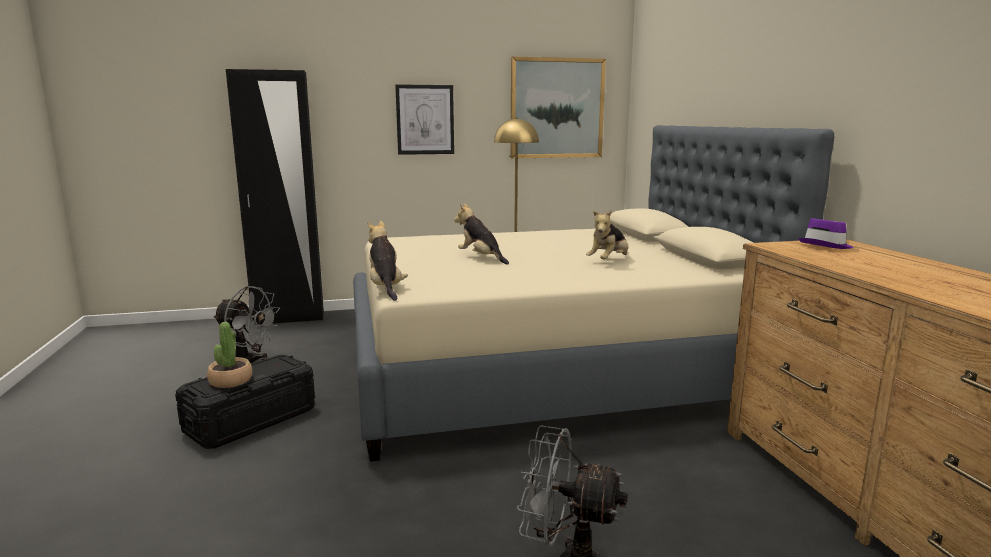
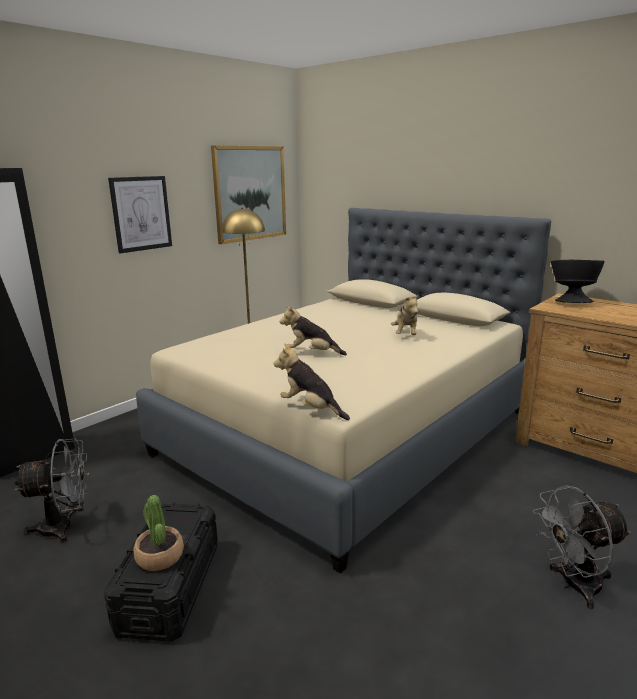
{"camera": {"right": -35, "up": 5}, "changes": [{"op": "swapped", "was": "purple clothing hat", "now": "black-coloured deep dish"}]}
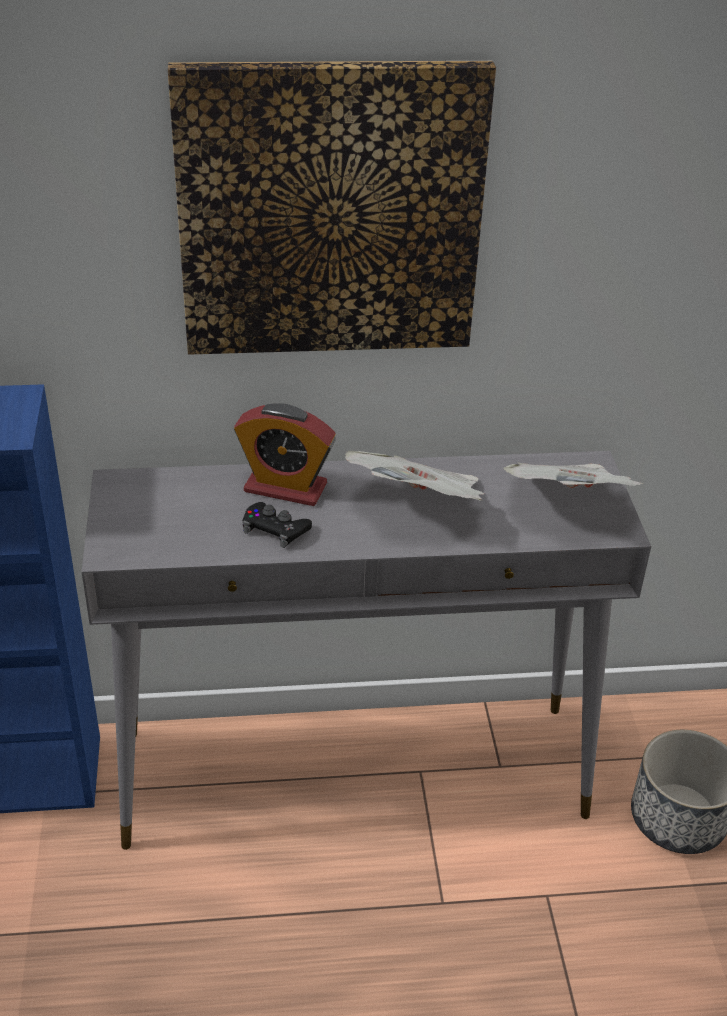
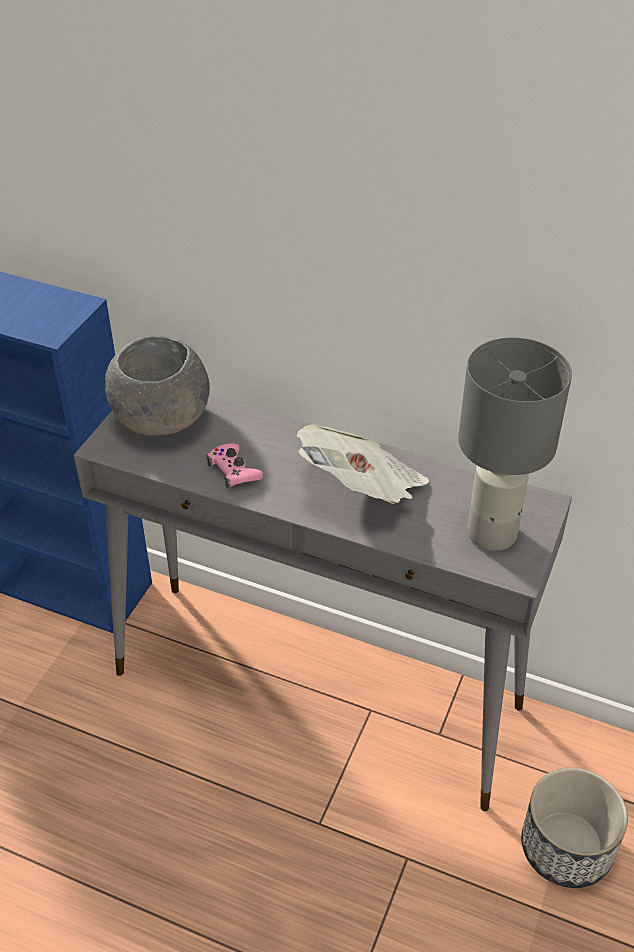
{"camera": {"right": 30, "up": 5}, "changes": [{"op": "new", "now": "grey deep dish"}, {"op": "repainted", "was": "black-coloured game controller", "now": "pink-coloured game controller"}, {"op": "swapped", "was": "printed paper (no. 2 from left)", "now": "grey table lamp"}, {"op": "gone", "was": "picture"}, {"op": "gone", "was": "alarm clock"}]}
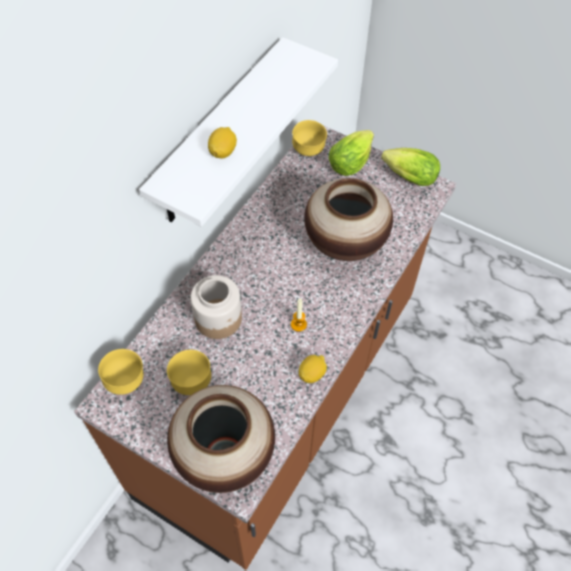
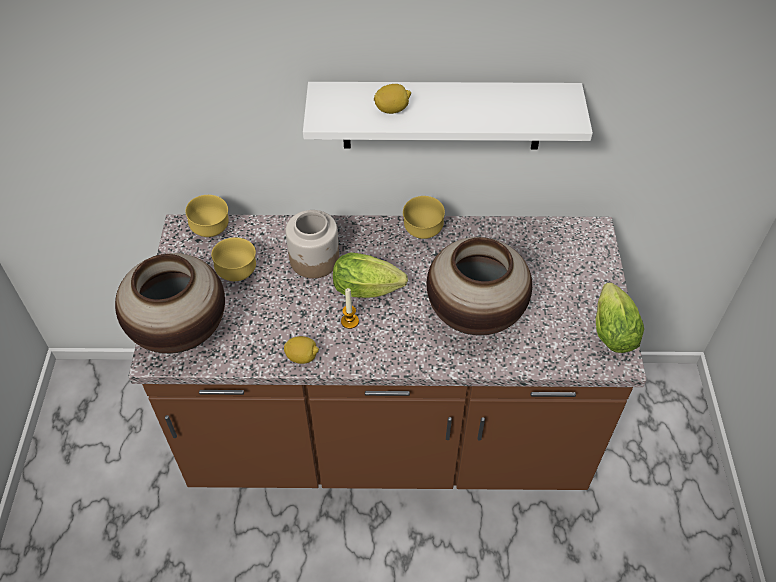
{"camera": {"right": 60, "up": -5}, "changes": [{"op": "shifted", "was": "lettuce (no. 1 from left)"}, {"op": "shifted", "was": "yellow-coloured deep dish (no. 3 from left)"}]}
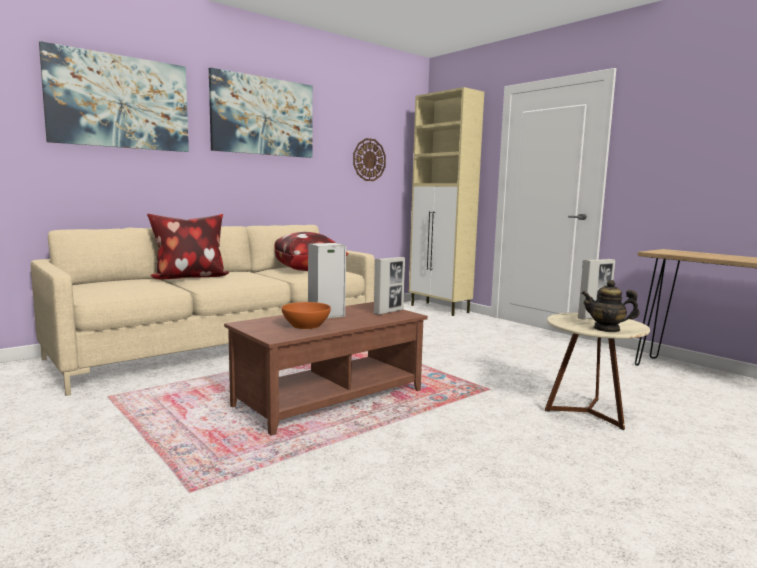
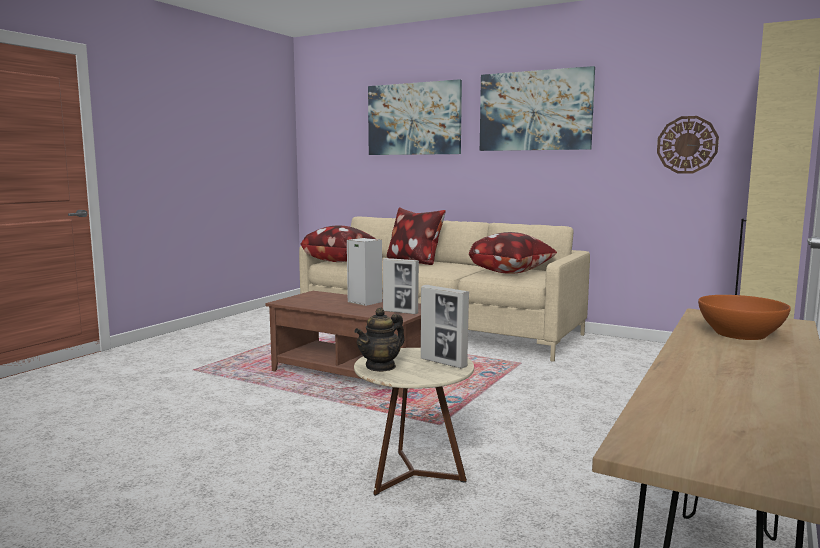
{"camera": {"right": 70, "up": 0}, "changes": [{"op": "new", "now": "cushion (no. 1 from left)"}, {"op": "rotated", "was": "pot for tea", "clockwise": -135}, {"op": "shifted", "was": "orangey deep dish"}]}
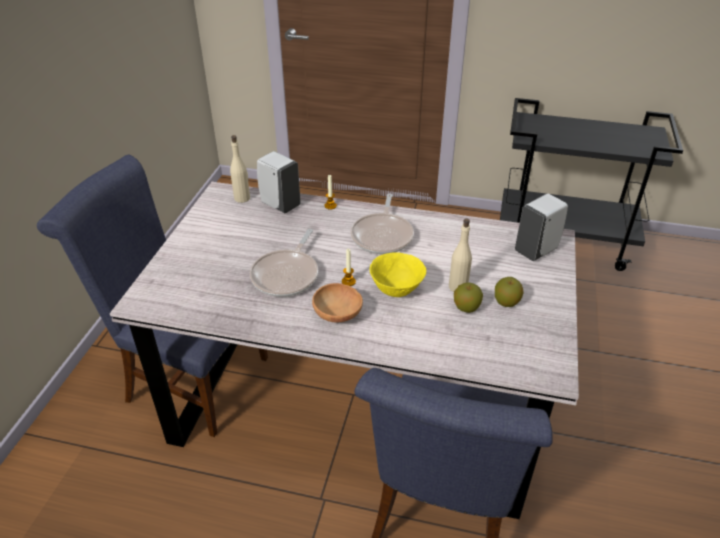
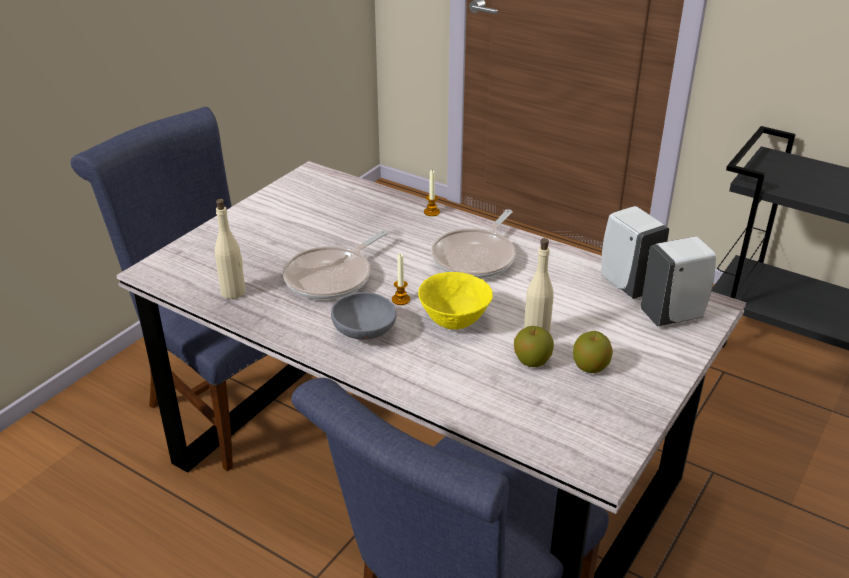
{"camera": {"right": 20, "up": -5}, "changes": [{"op": "shifted", "was": "beige drink bottle (no. 1 from left)"}, {"op": "repainted", "was": "brown-coloured deep dish", "now": "grey deep dish"}, {"op": "shifted", "was": "white soap bottle (no. 1 from left)"}]}
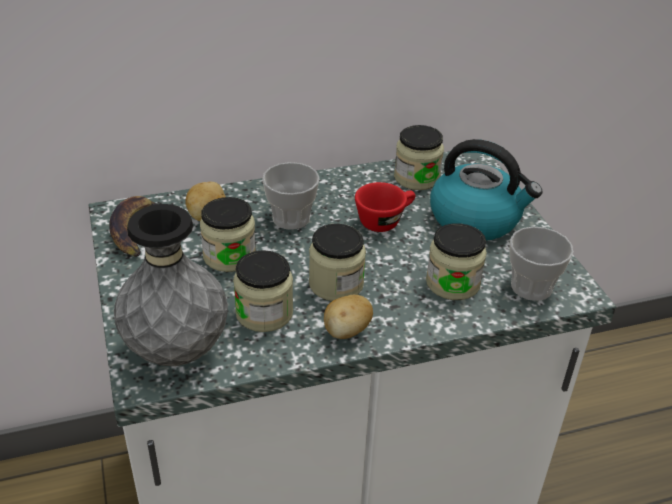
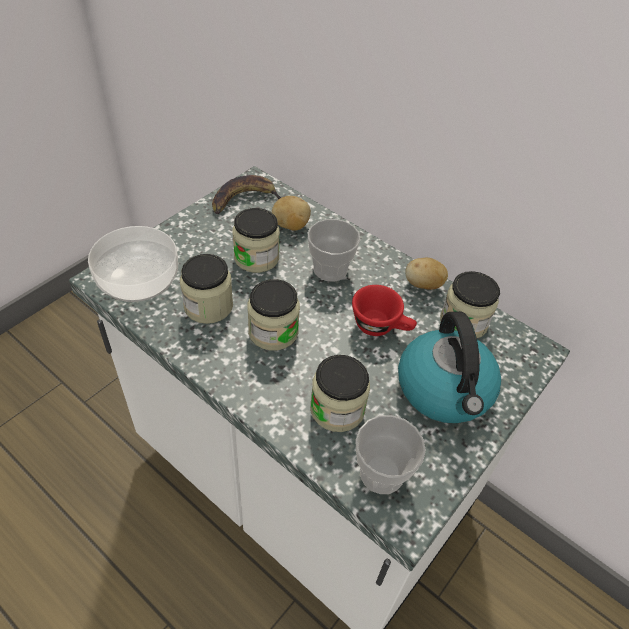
{"camera": {"right": 55, "up": 10}, "changes": [{"op": "swapped", "was": "grey decorative vase", "now": "deep dish"}, {"op": "shifted", "was": "spud (no. 2 from left)"}]}
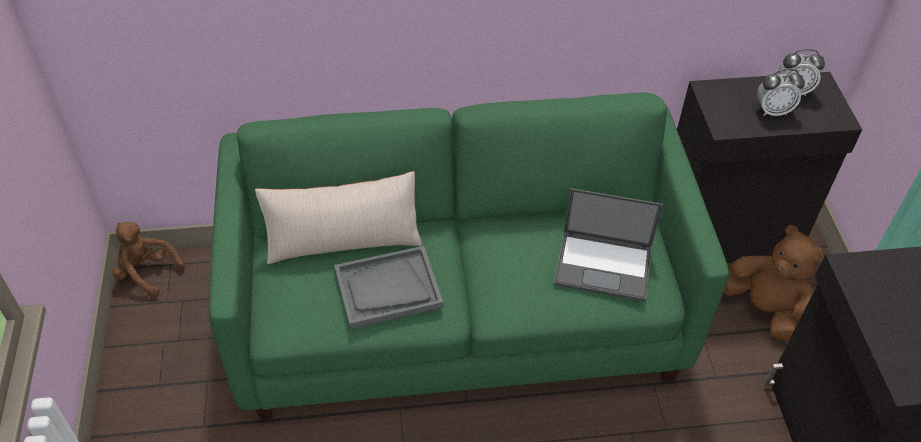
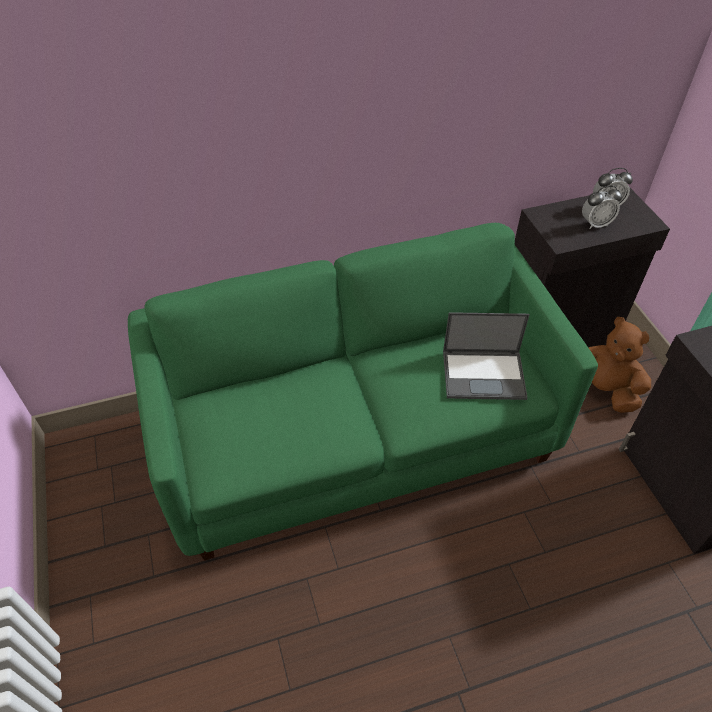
{"camera": {"right": -10, "up": 0}, "changes": [{"op": "gone", "was": "brown-coloured soft toy (no. 1 from left)"}, {"op": "gone", "was": "beige cushion"}, {"op": "gone", "was": "grey carrying tray"}]}
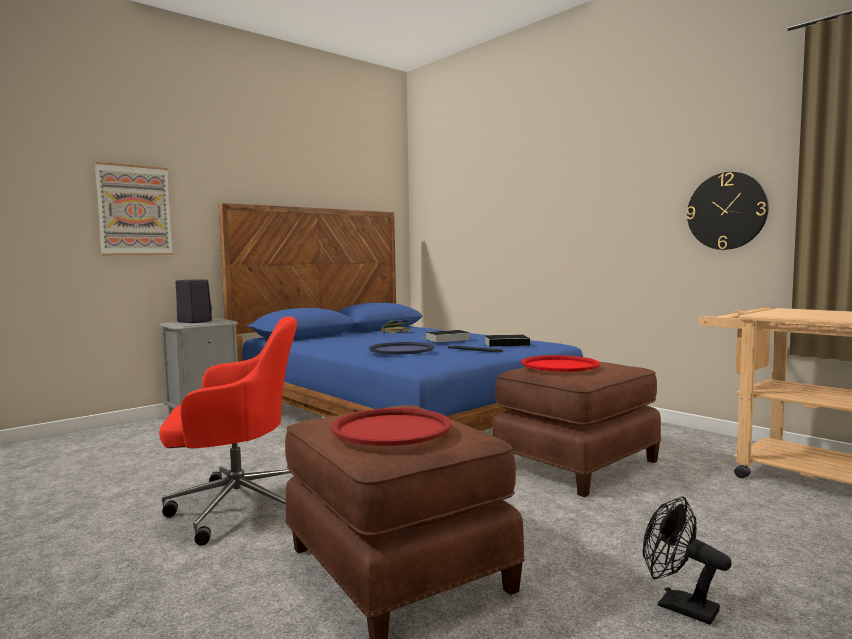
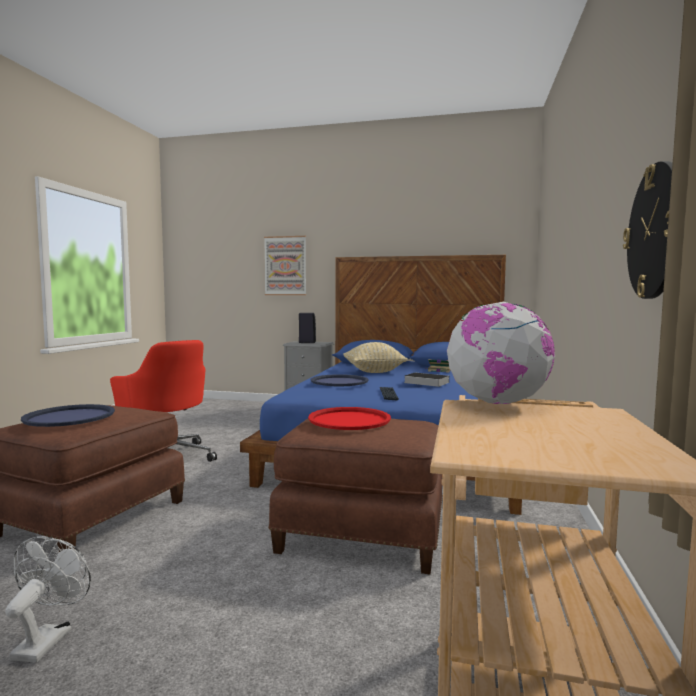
{"camera": {"right": 55, "up": 0}, "changes": [{"op": "repainted", "was": "black-coloured cooling fan", "now": "white cooling fan"}, {"op": "repainted", "was": "reddish carrying tray (no. 1 from left)", "now": "blue-coloured carrying tray (no. 1 from left)"}, {"op": "new", "now": "beige cushion"}, {"op": "new", "now": "globe"}, {"op": "gone", "was": "bound book (no. 3 from left)"}]}
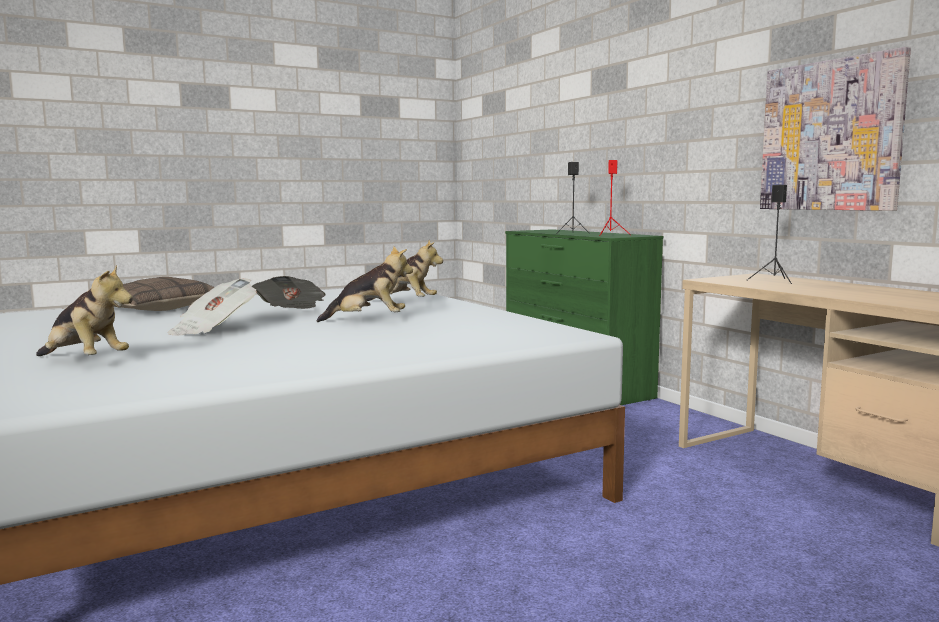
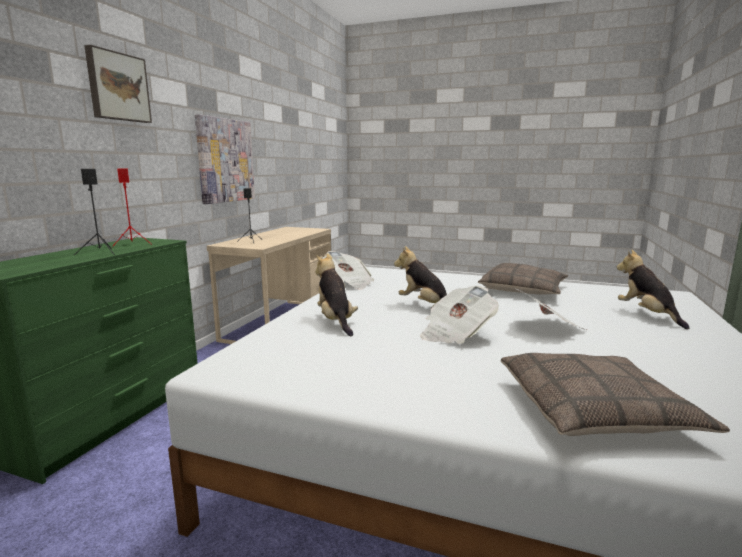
{"camera": {"right": -130, "up": 5}, "changes": [{"op": "new", "now": "picture (no. 1 from left)"}, {"op": "new", "now": "printed paper (no. 1 from left)"}, {"op": "new", "now": "cushion (no. 1 from left)"}]}
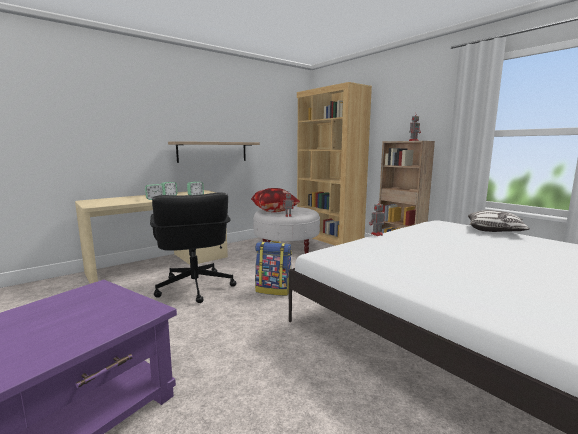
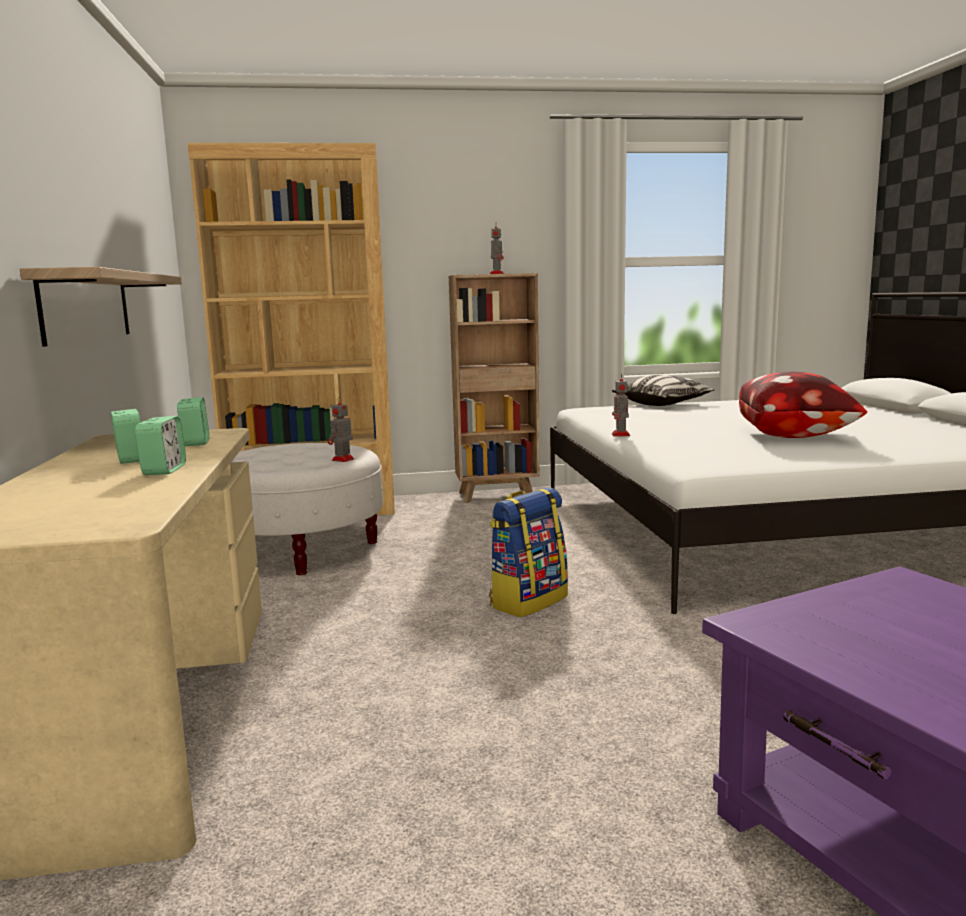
{"camera": {"right": -60, "up": 0}, "changes": [{"op": "shifted", "was": "cushion (no. 1 from left in the first image)", "now": "cushion (no. 2 from left)"}, {"op": "gone", "was": "black-coloured office chair"}]}
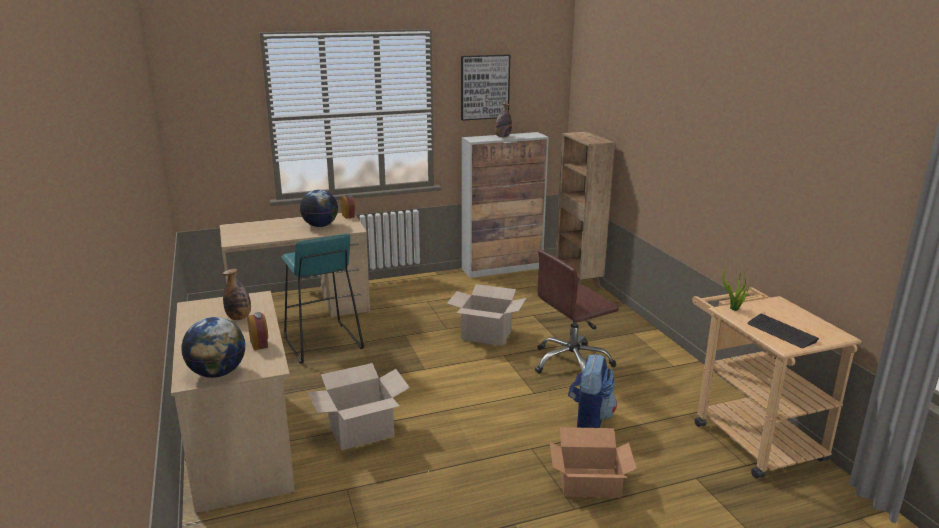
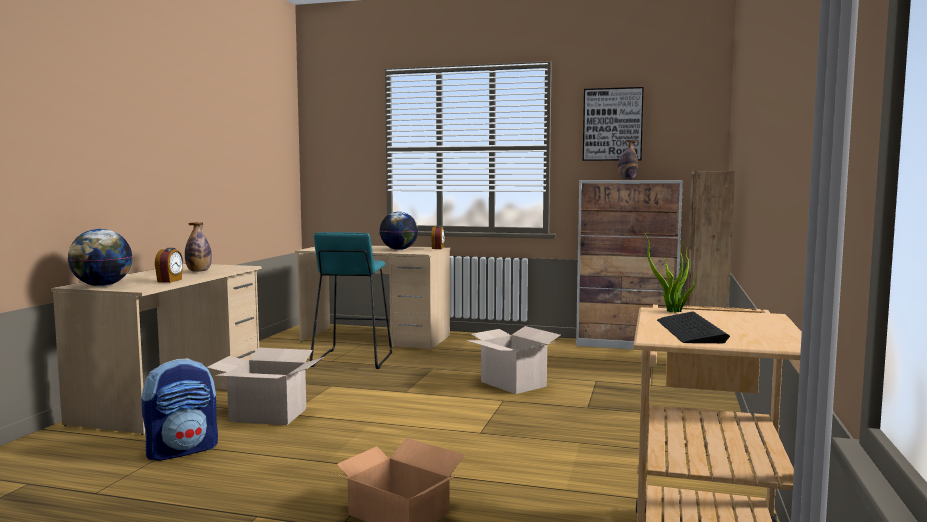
{"camera": {"right": 35, "up": -15}, "changes": [{"op": "shifted", "was": "backpack"}, {"op": "gone", "was": "brown-coloured office chair"}]}
